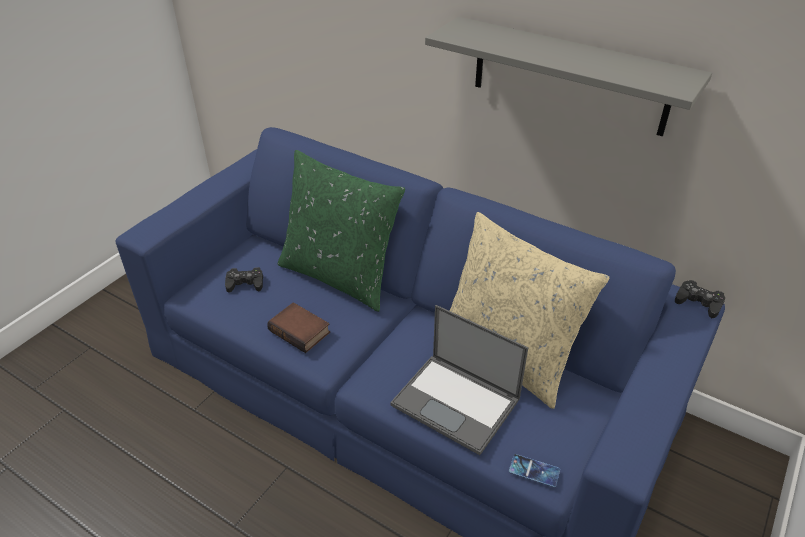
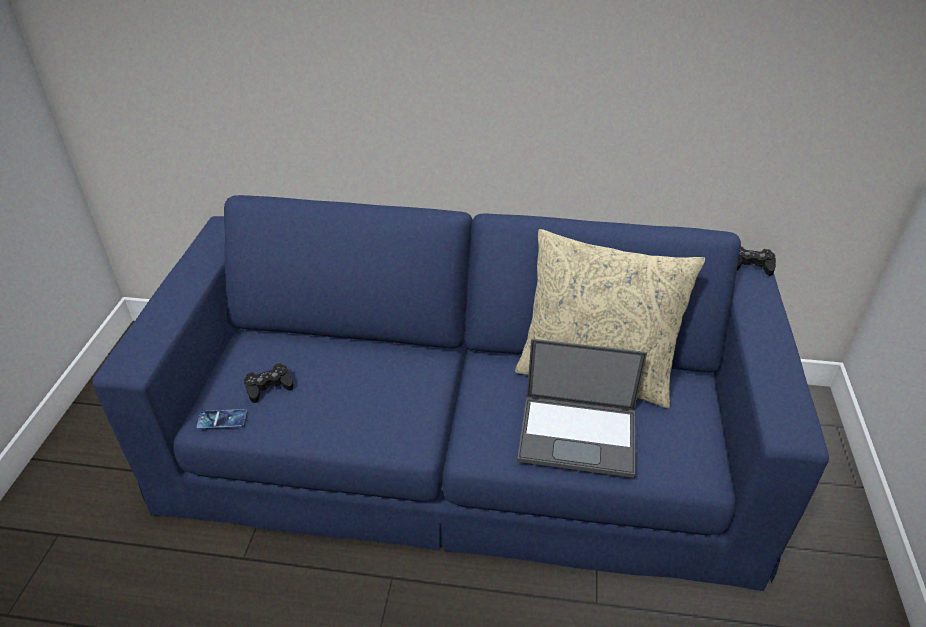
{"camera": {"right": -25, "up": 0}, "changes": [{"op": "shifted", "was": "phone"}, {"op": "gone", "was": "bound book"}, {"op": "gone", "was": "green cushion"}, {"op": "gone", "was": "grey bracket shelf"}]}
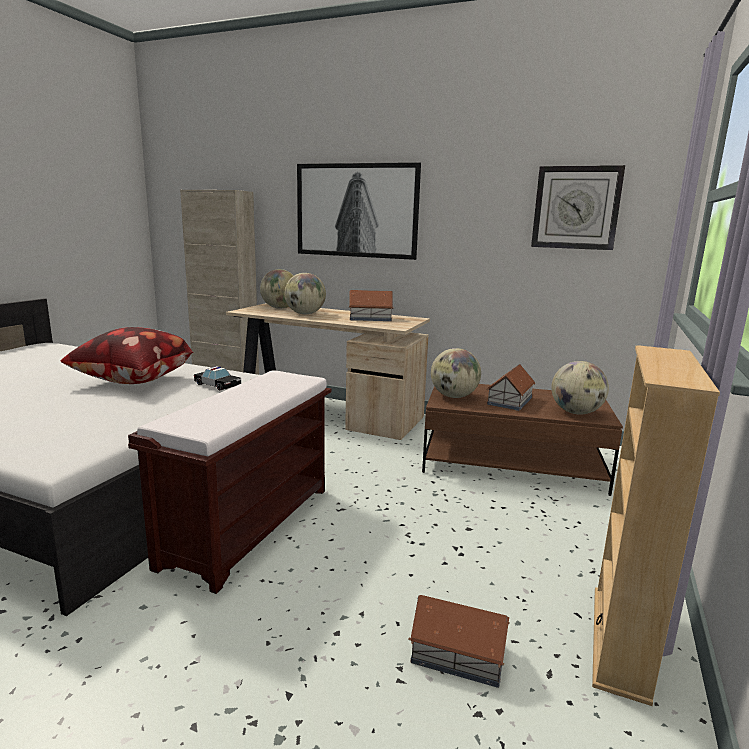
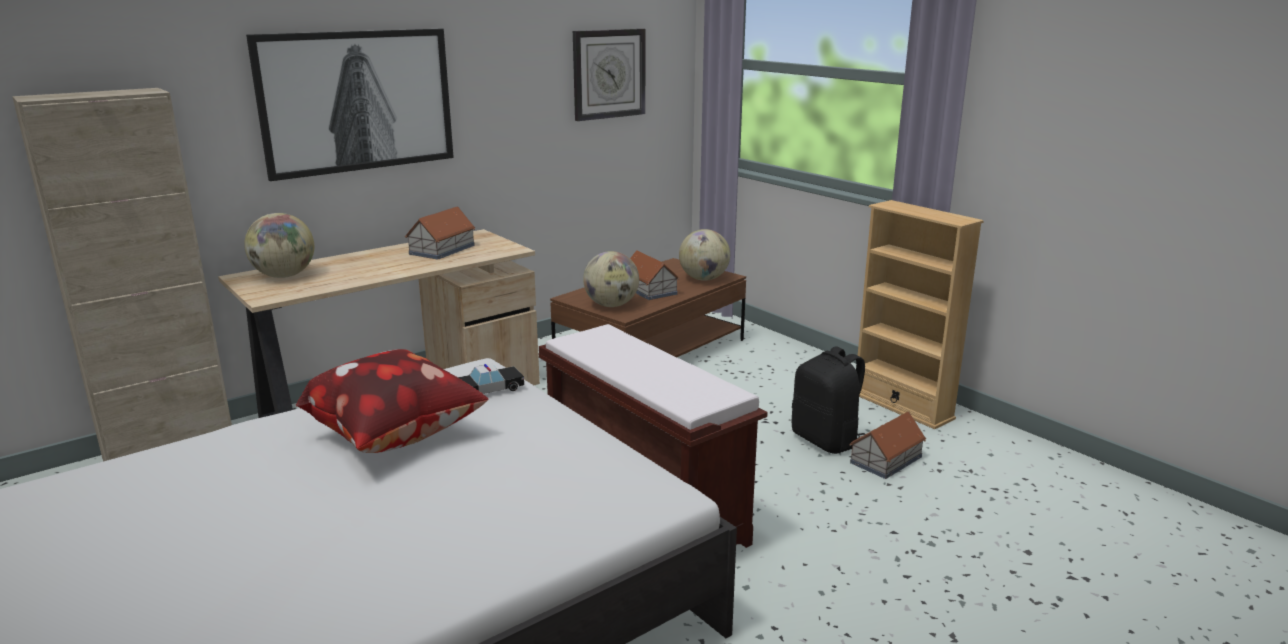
{"camera": {"right": -60, "up": 5}, "changes": [{"op": "new", "now": "black-coloured backpack"}, {"op": "gone", "was": "globe (no. 2 from left)"}]}
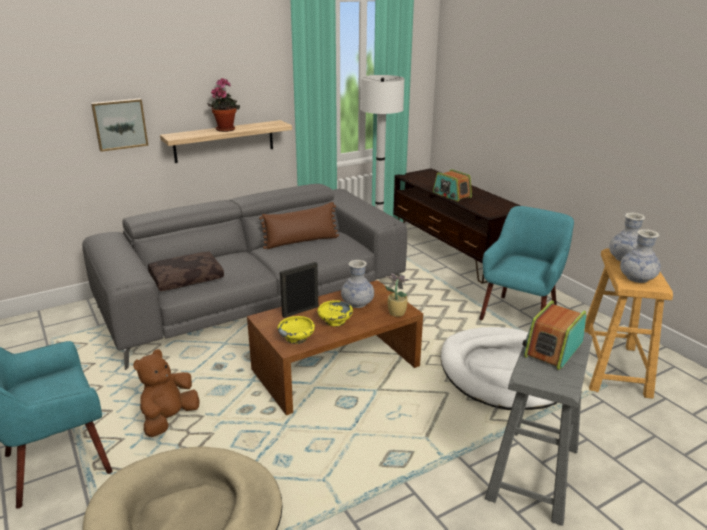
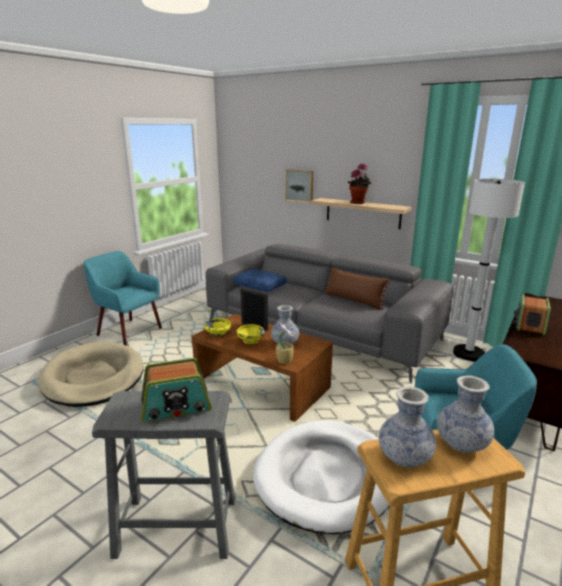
{"camera": {"right": 65, "up": -5}, "changes": [{"op": "rotated", "was": "radio receiver (no. 2 from left in the first image)", "clockwise": 150}, {"op": "repainted", "was": "brown-coloured cushion (no. 1 from left)", "now": "blue-coloured cushion"}, {"op": "gone", "was": "brown-coloured soft toy"}]}
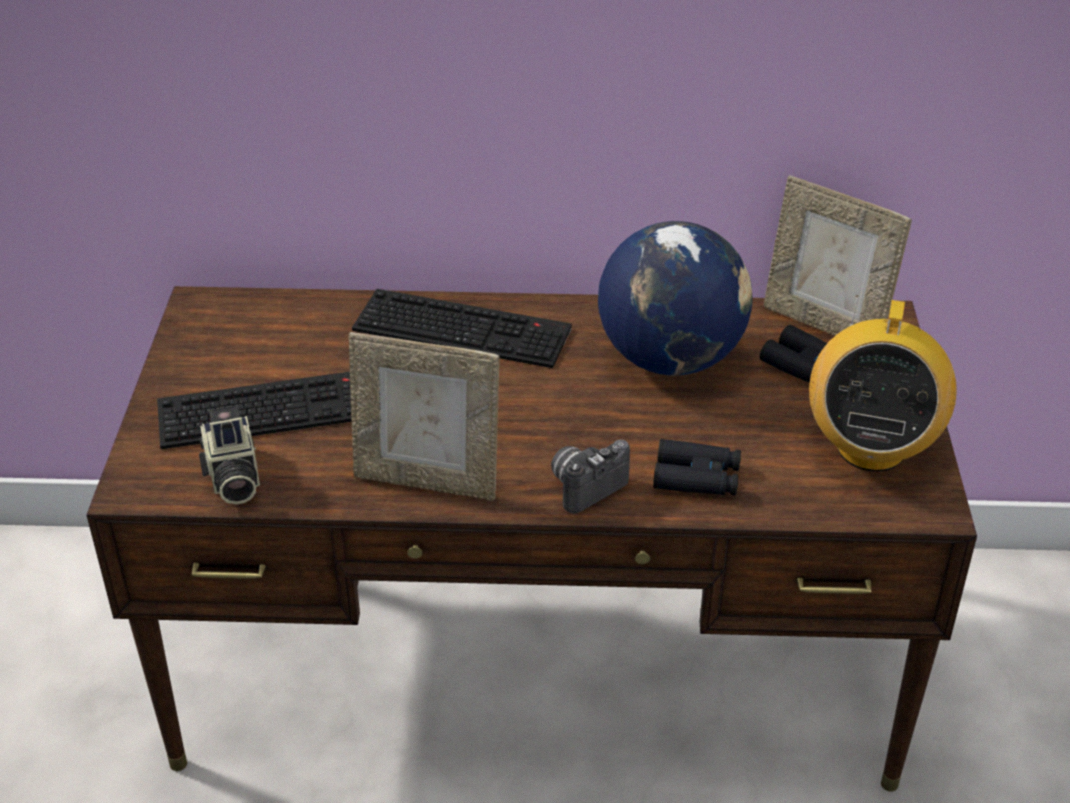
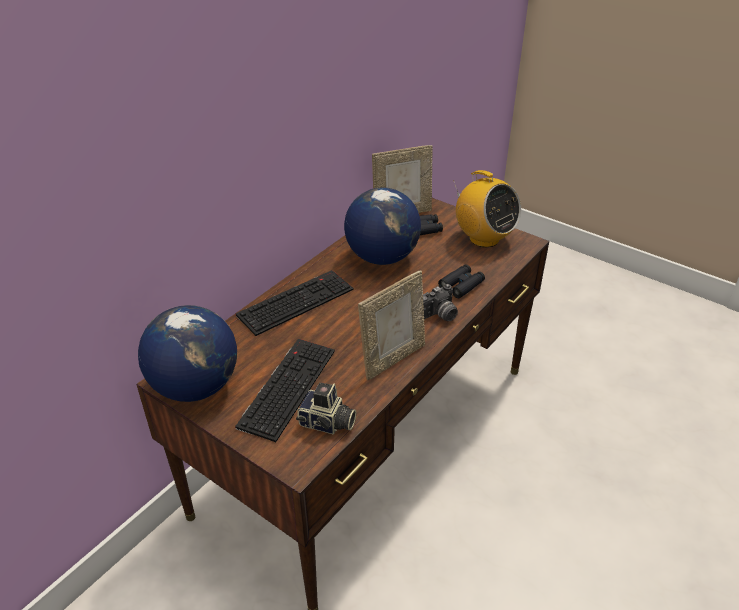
{"camera": {"right": -55, "up": 0}, "changes": [{"op": "new", "now": "globe (no. 1 from left)"}, {"op": "rotated", "was": "photo camera (no. 2 from left)", "clockwise": -120}]}
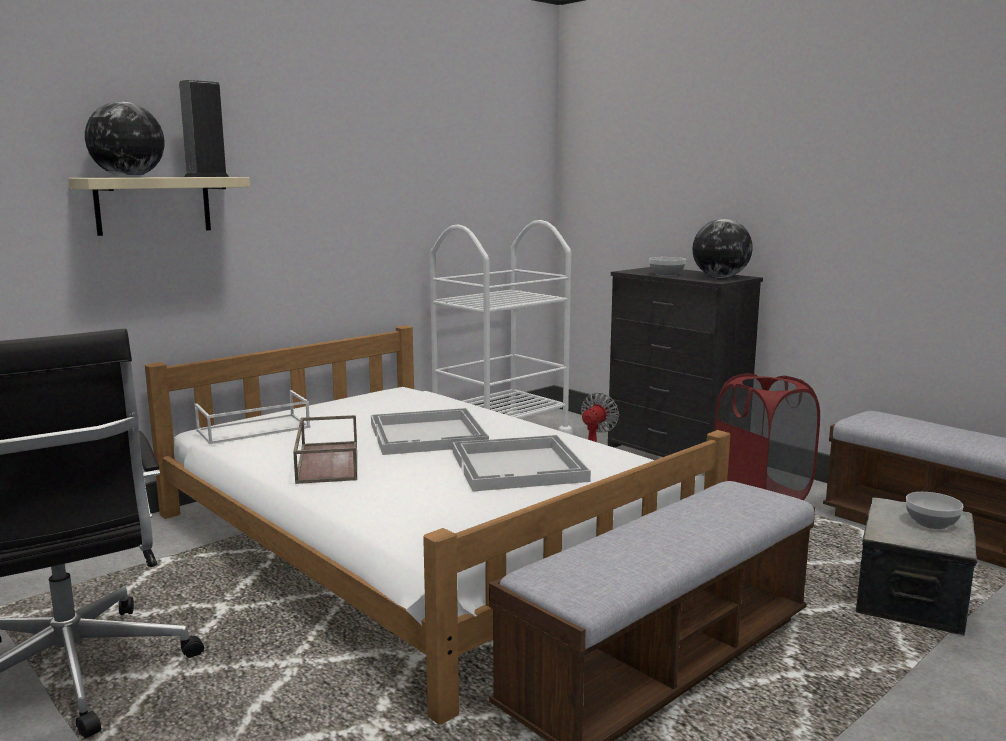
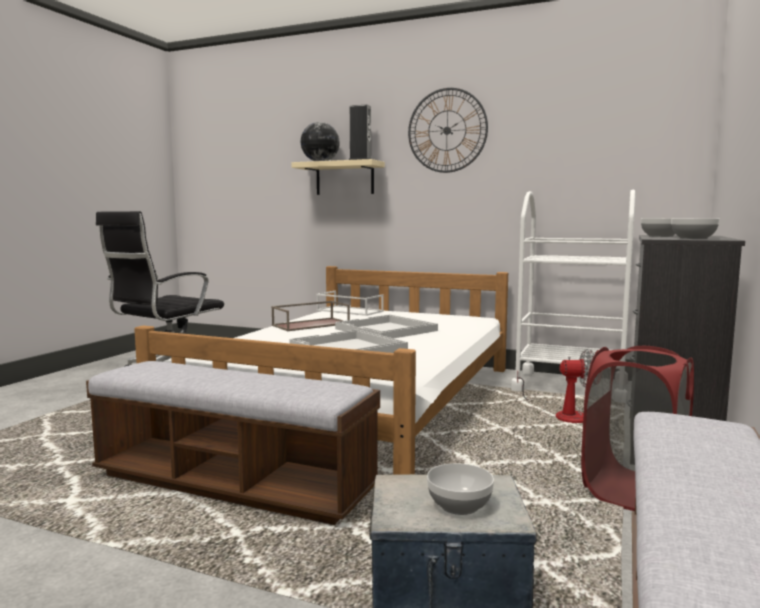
{"camera": {"right": 65, "up": -5}, "changes": [{"op": "new", "now": "hanging clock"}, {"op": "swapped", "was": "globe (no. 2 from left)", "now": "deep dish (no. 3 from left)"}]}
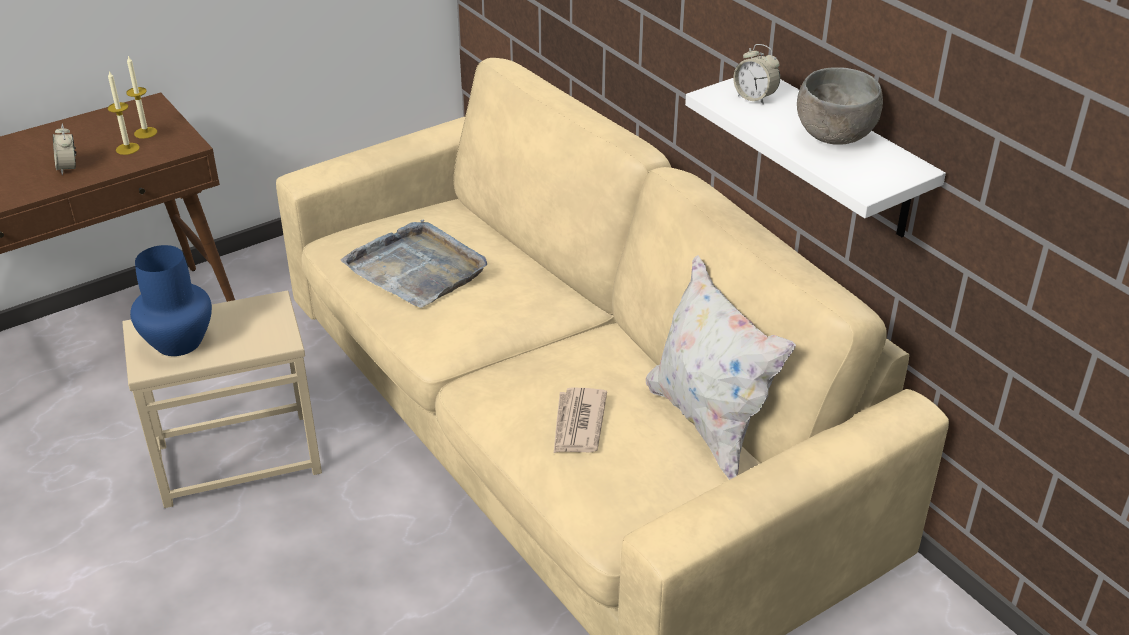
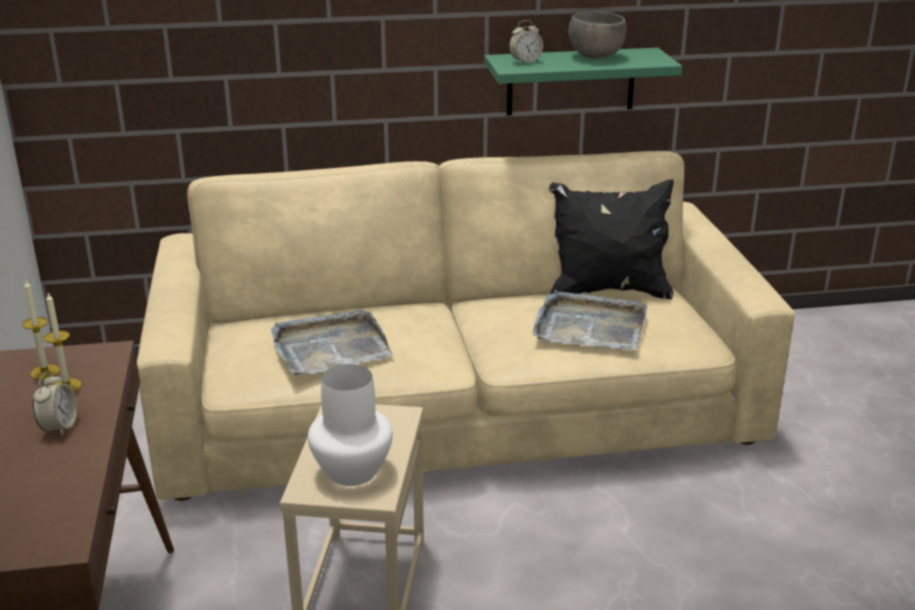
{"camera": {"right": -65, "up": -10}, "changes": [{"op": "rotated", "was": "alarm clock (no. 1 from left)", "clockwise": -90}, {"op": "repainted", "was": "blue-coloured decorative vase", "now": "white decorative vase"}, {"op": "repainted", "was": "white bracket shelf", "now": "green bracket shelf"}, {"op": "swapped", "was": "printed paper", "now": "grey carrying tray (no. 2 from left)"}, {"op": "repainted", "was": "white cushion", "now": "black-coloured cushion"}]}
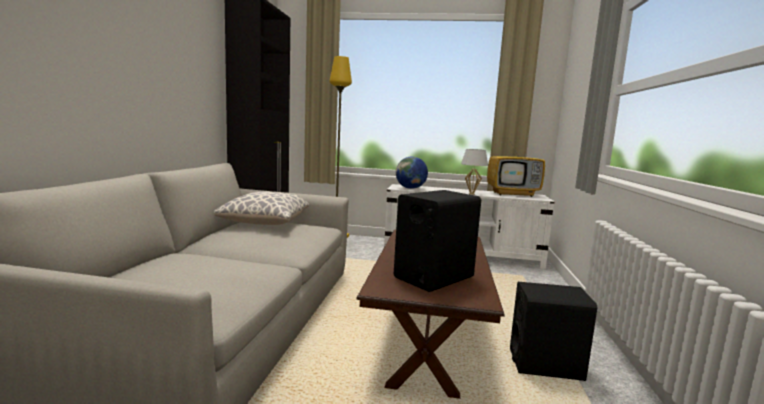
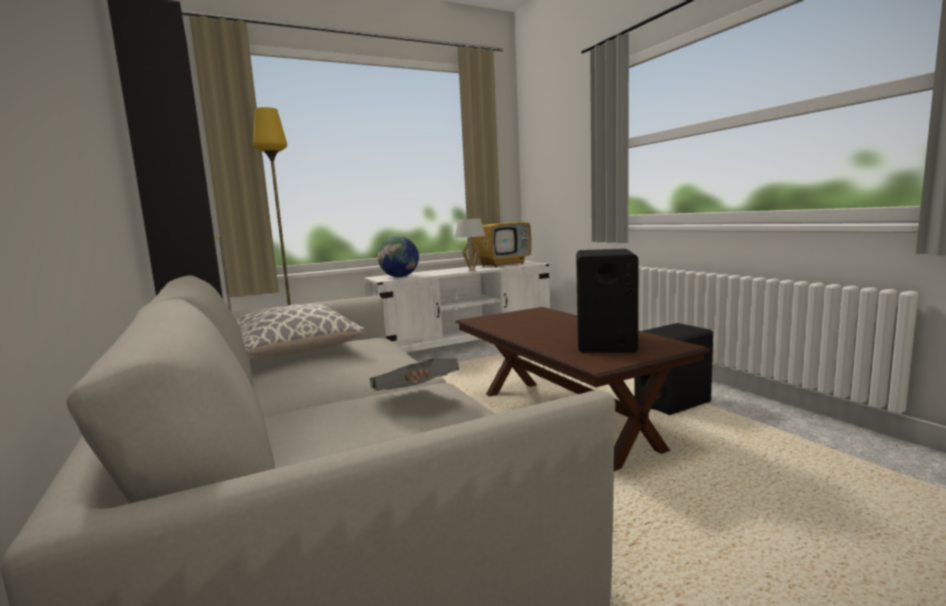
{"camera": {"right": -35, "up": 0}, "changes": [{"op": "new", "now": "printed paper"}]}
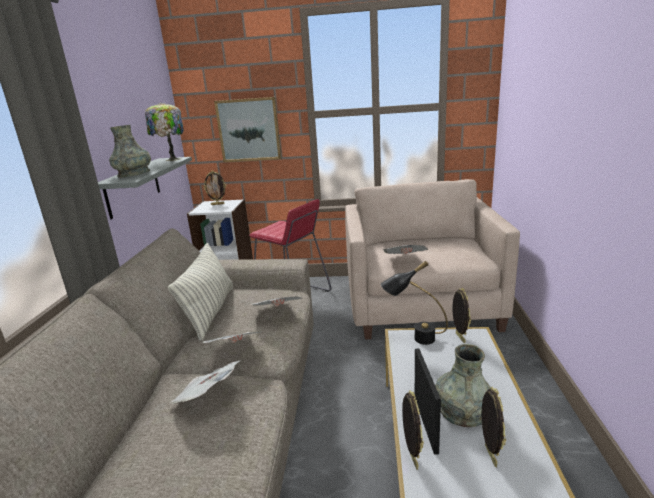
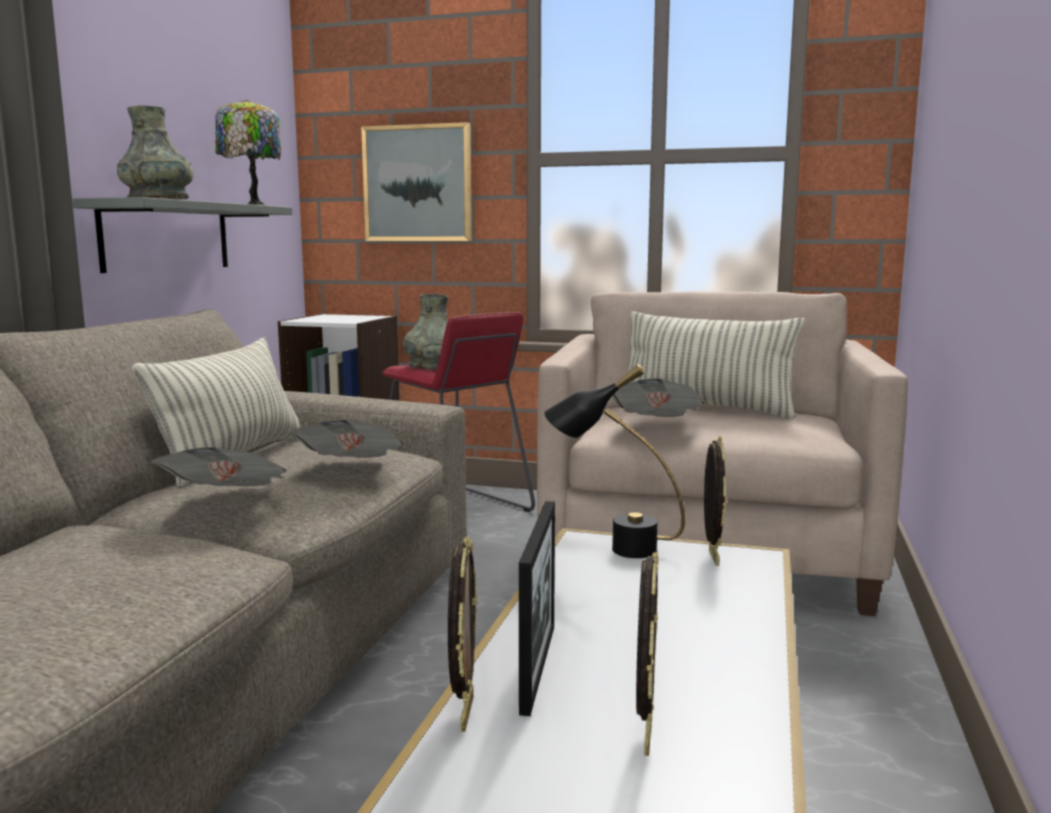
{"camera": {"right": 10, "up": -10}, "changes": [{"op": "shifted", "was": "grey decorative vase (no. 2 from left)"}, {"op": "new", "now": "cushion (no. 2 from left)"}, {"op": "gone", "was": "printed paper (no. 1 from left)"}, {"op": "gone", "was": "standing frame (no. 1 from left)"}]}
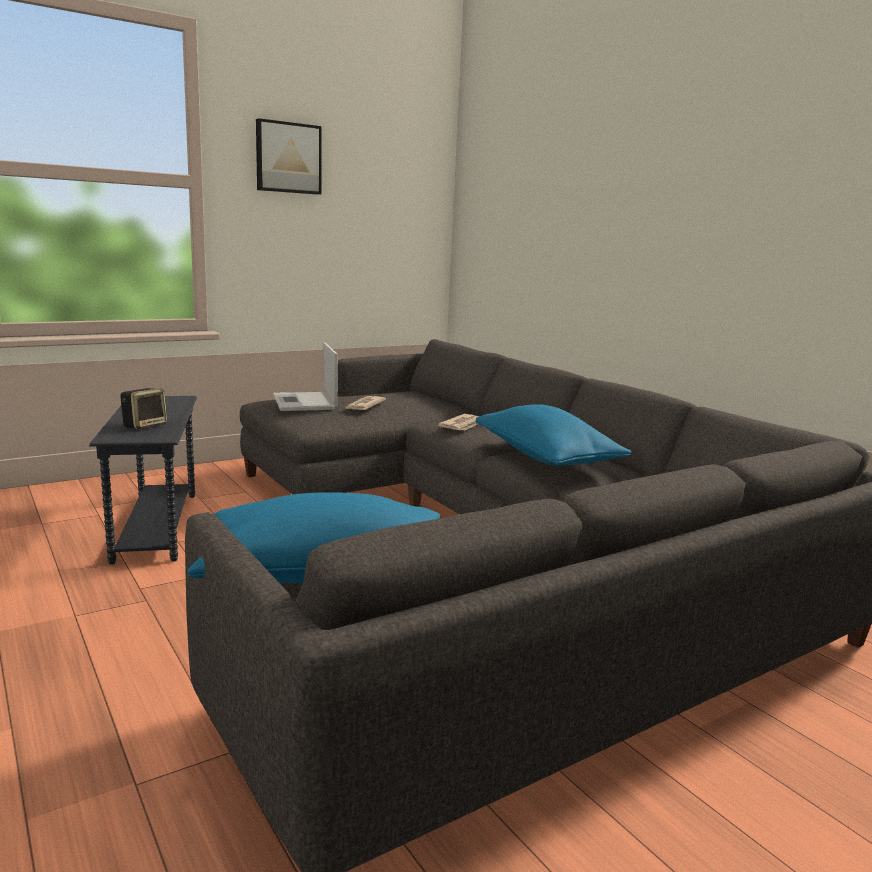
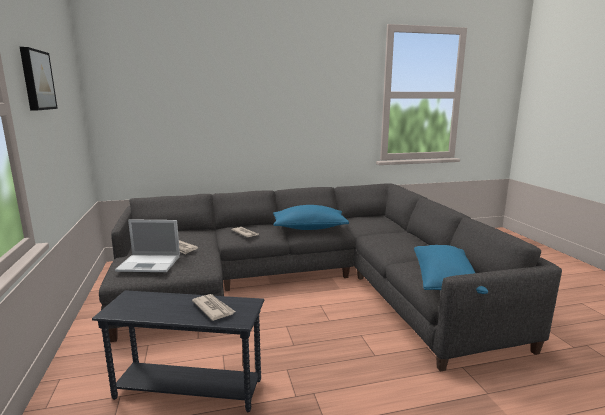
{"camera": {"right": -70, "up": 0}, "changes": [{"op": "swapped", "was": "speaker", "now": "printed paper (no. 2 from left)"}]}
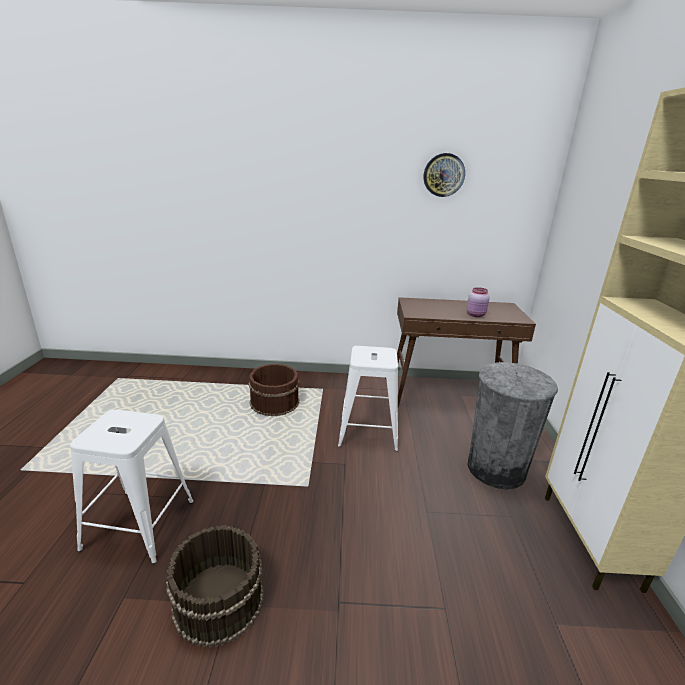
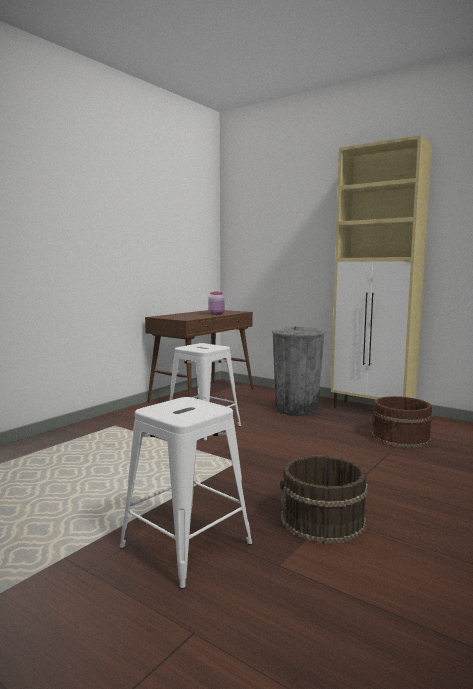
{"camera": {"right": -55, "up": -15}, "changes": [{"op": "shifted", "was": "brown-coloured bucket (no. 2 from left)"}, {"op": "gone", "was": "hanging clock"}]}
